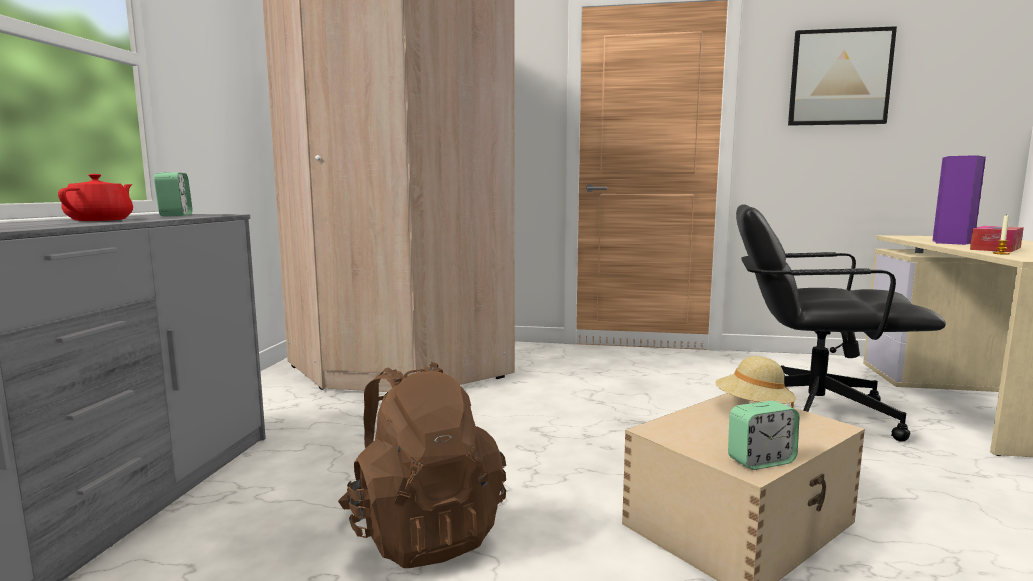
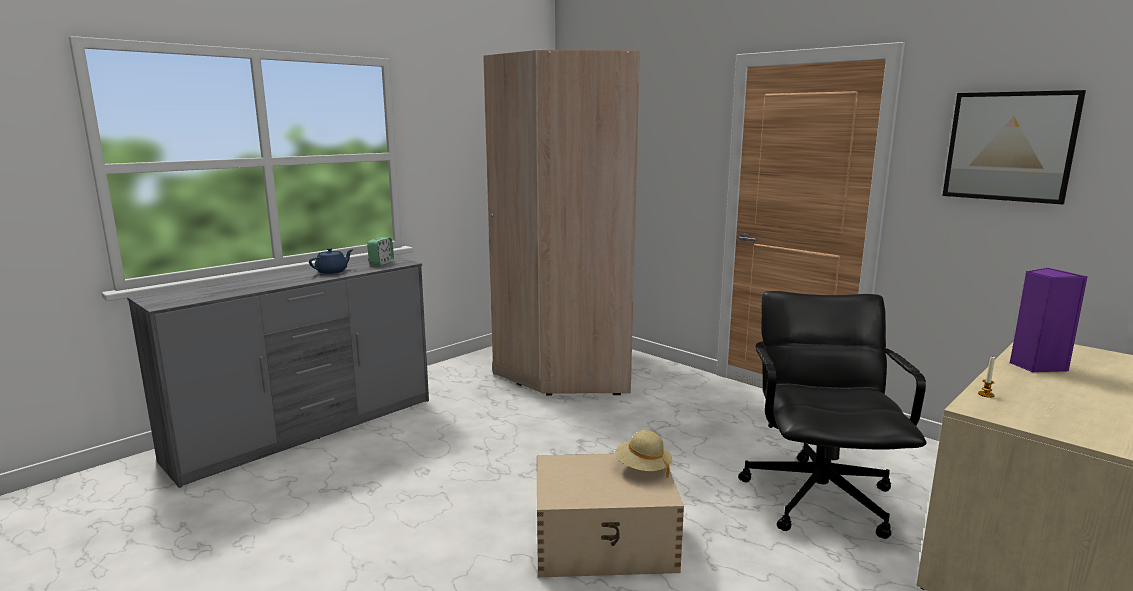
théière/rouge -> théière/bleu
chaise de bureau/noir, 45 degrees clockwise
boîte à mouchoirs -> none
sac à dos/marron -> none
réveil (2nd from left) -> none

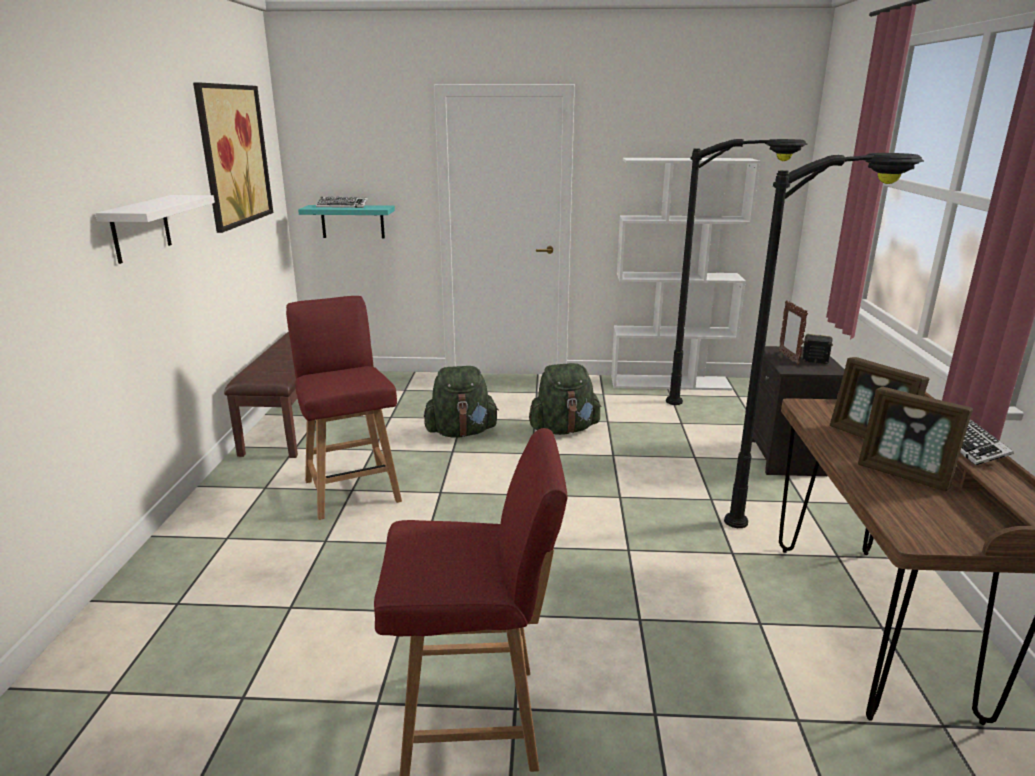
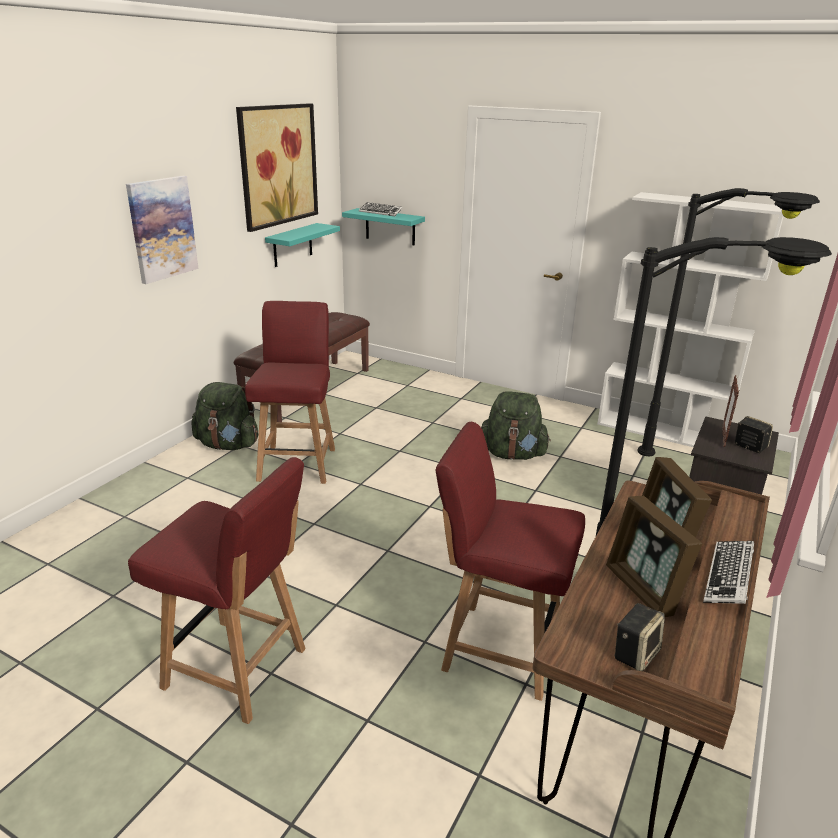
étagère/blanc -> tableau (1st from left)
sac à dos/vert (1st from left), move
none -> étagère/turquoise (1st from left)
none -> chaise/rouge (3rd from left)
none -> enceinte (1st from left)

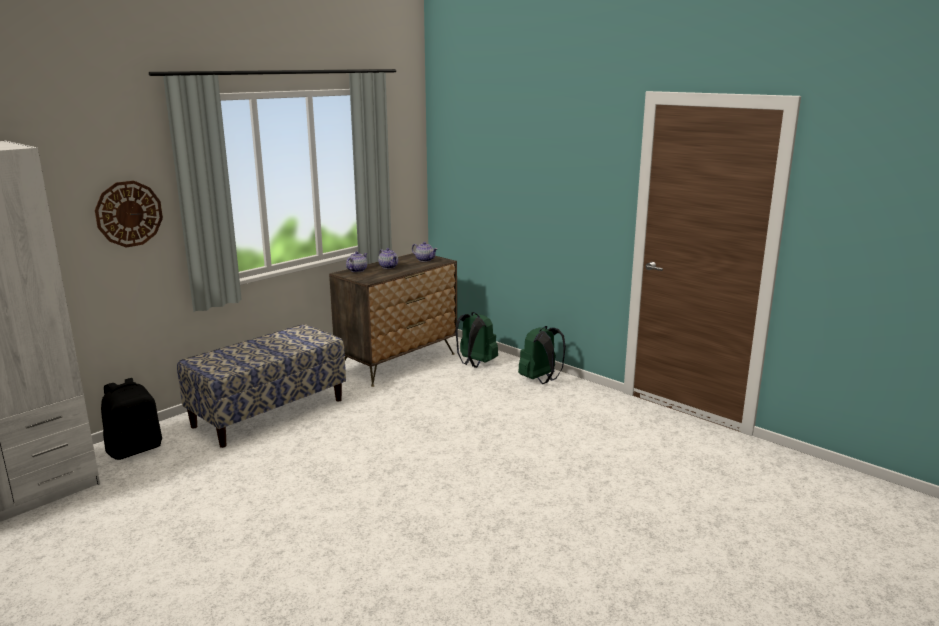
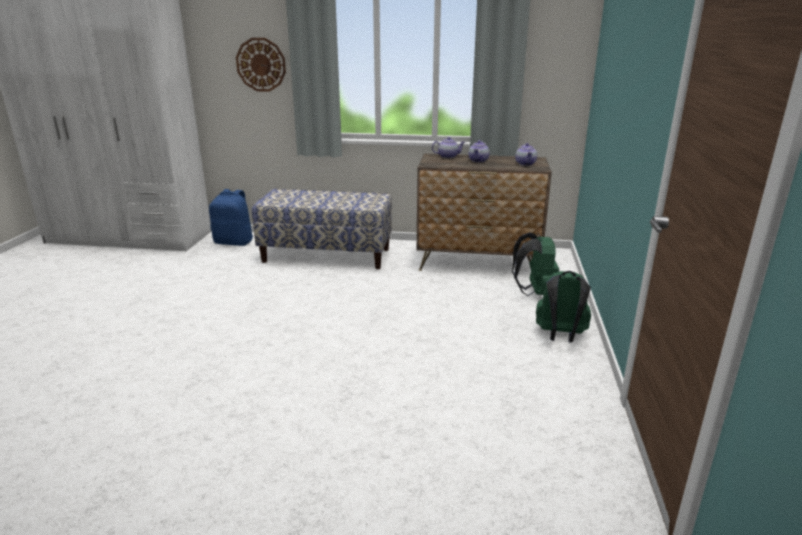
sac à dos/noir -> sac à dos/bleu

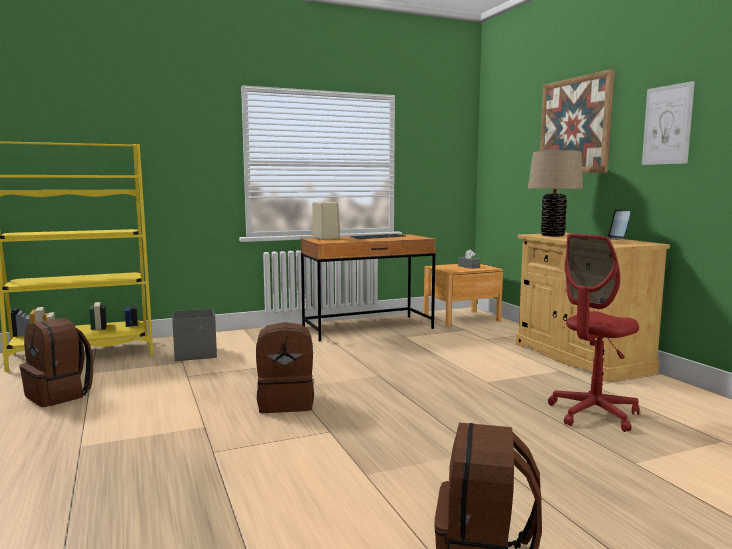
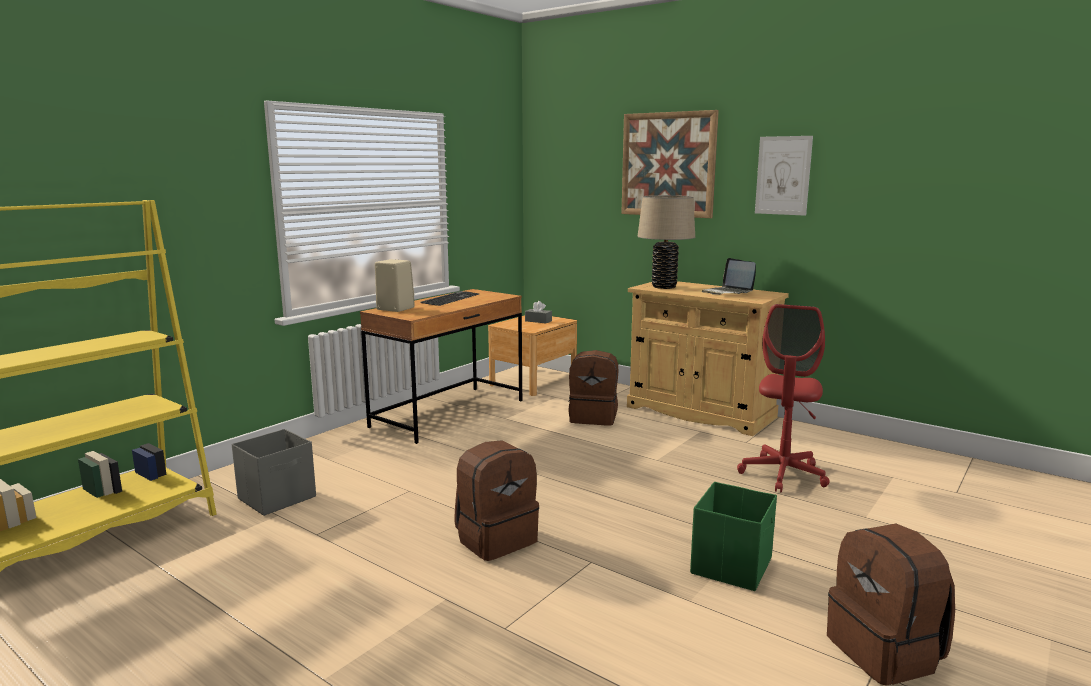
sac à dos/marron (1st from left in the first image) -> sac à dos/marron (2nd from left), move
none -> boîte de rangement/vert

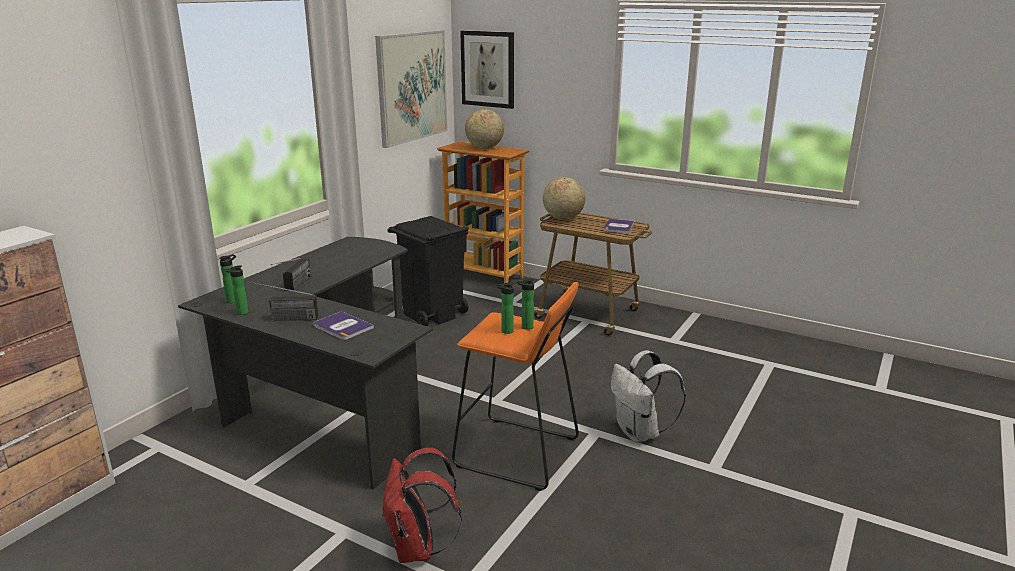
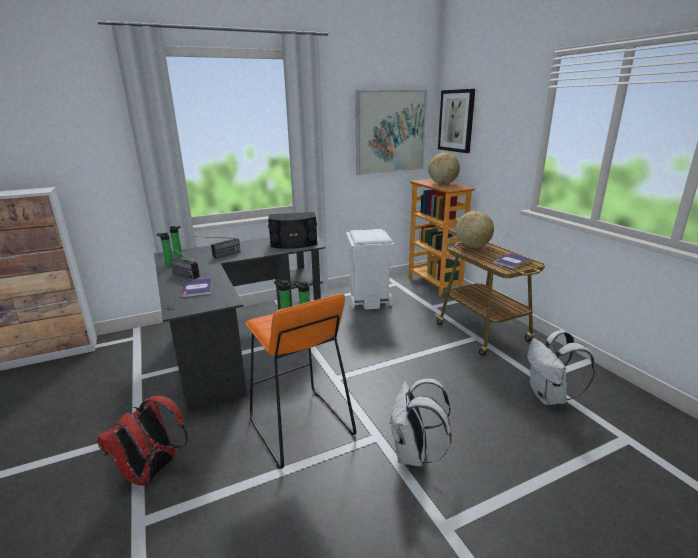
poubelle/noir -> poubelle/blanc
none -> enceinte/noir
none -> sac à dos/blanc (2nd from left)

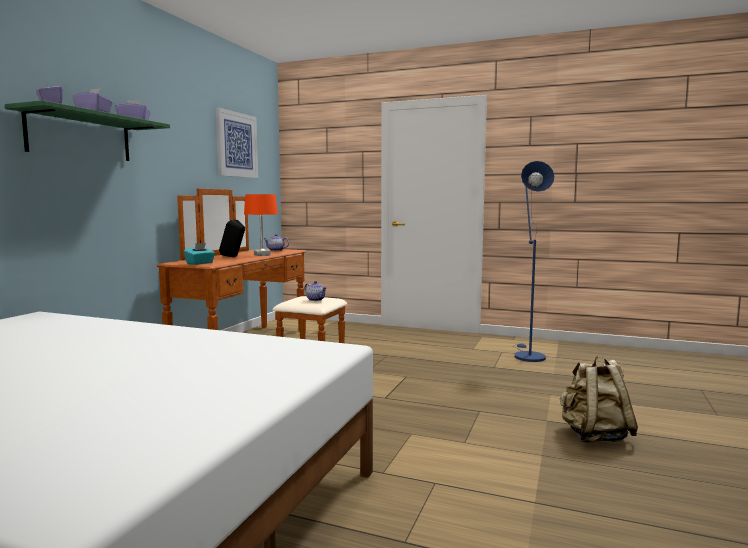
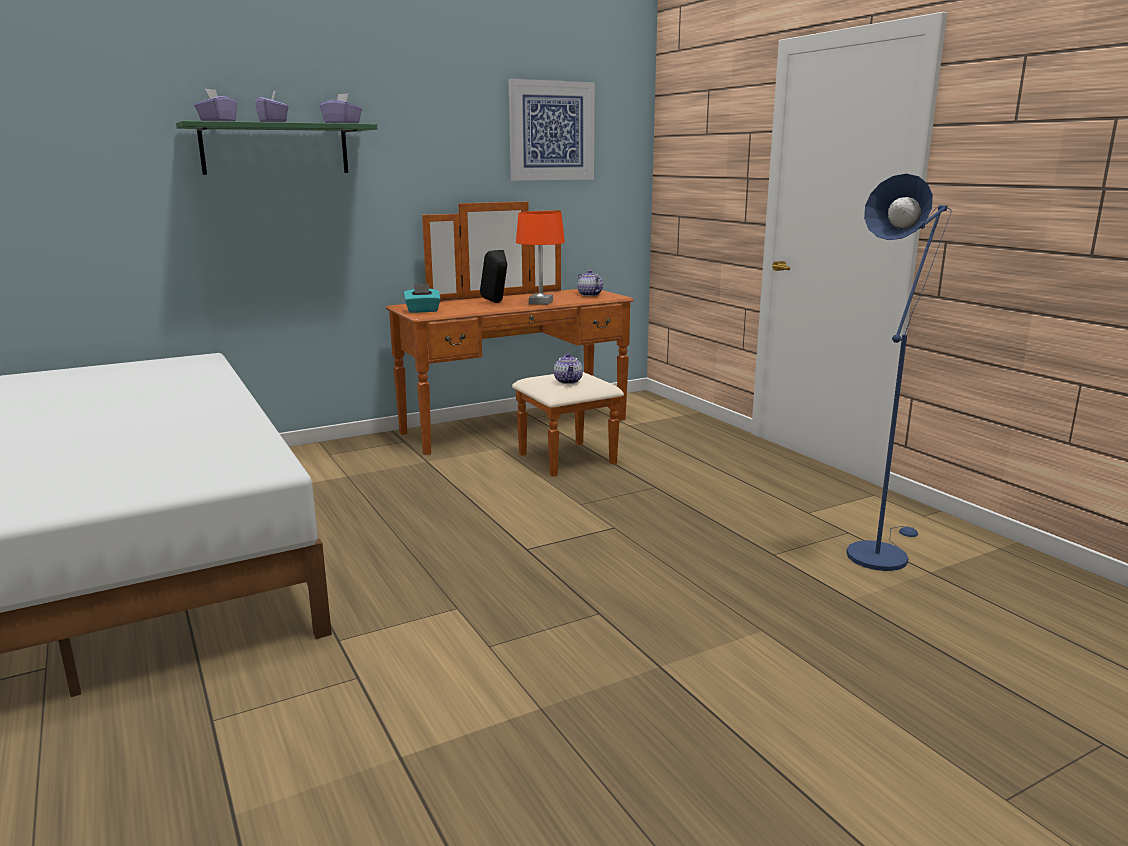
sac à dos/beige -> none

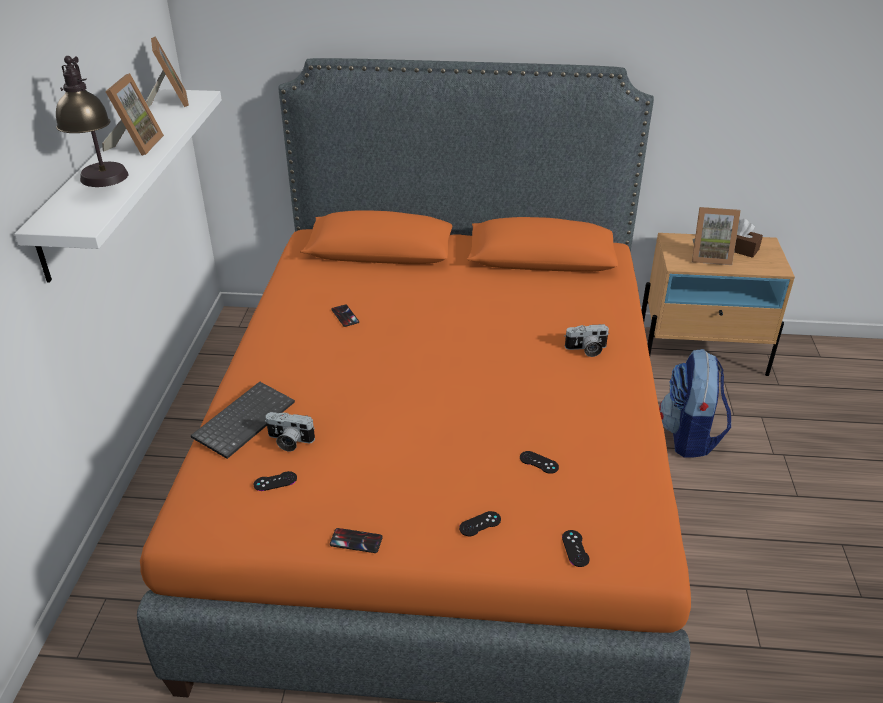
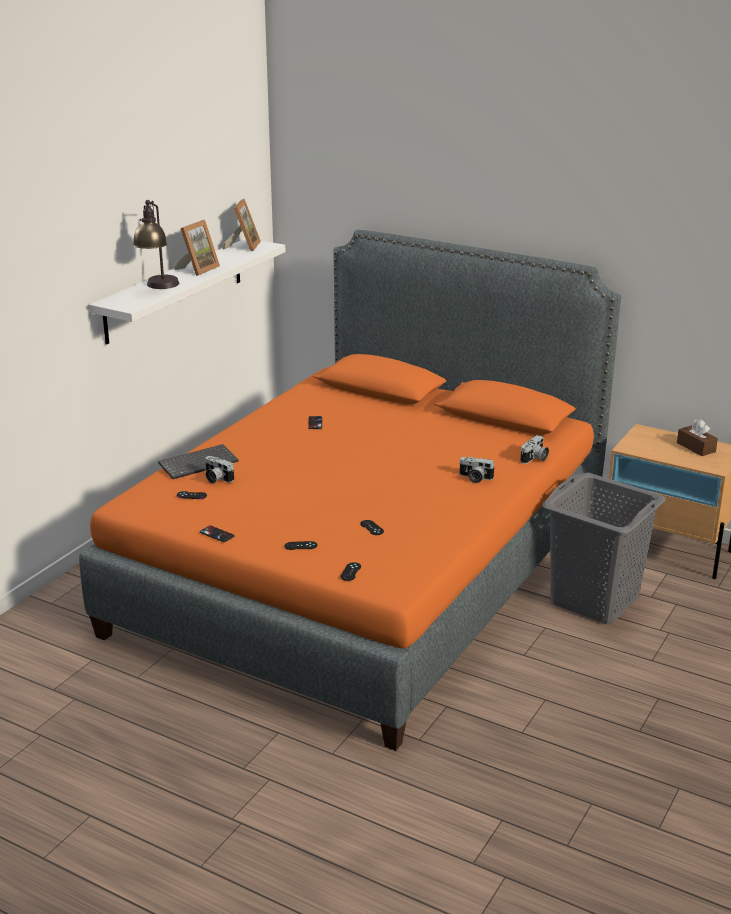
cadre photo (3rd from left) -> none
sac à dos -> panier à linge/gris
none -> appareil photo (3rd from left)

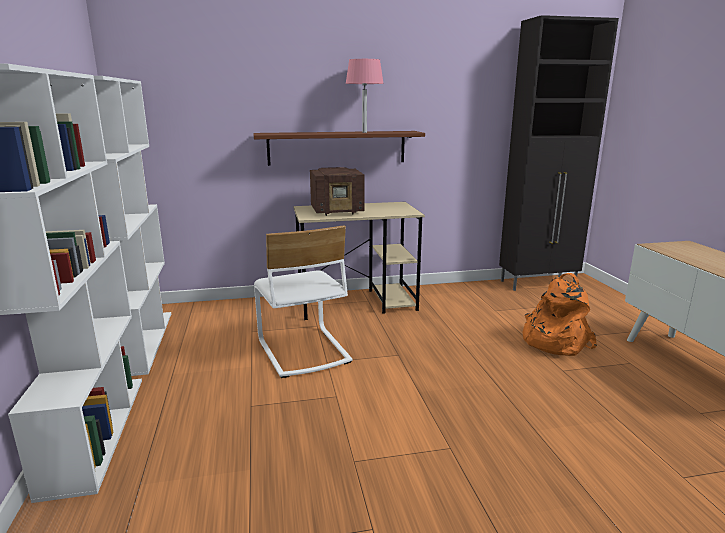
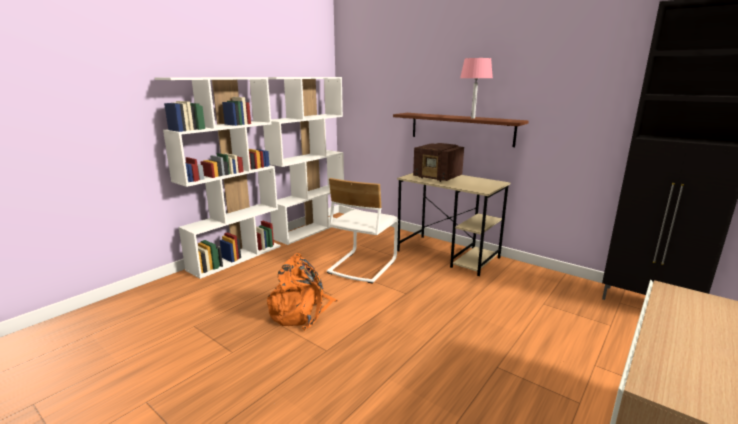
sac à dos/orange, move

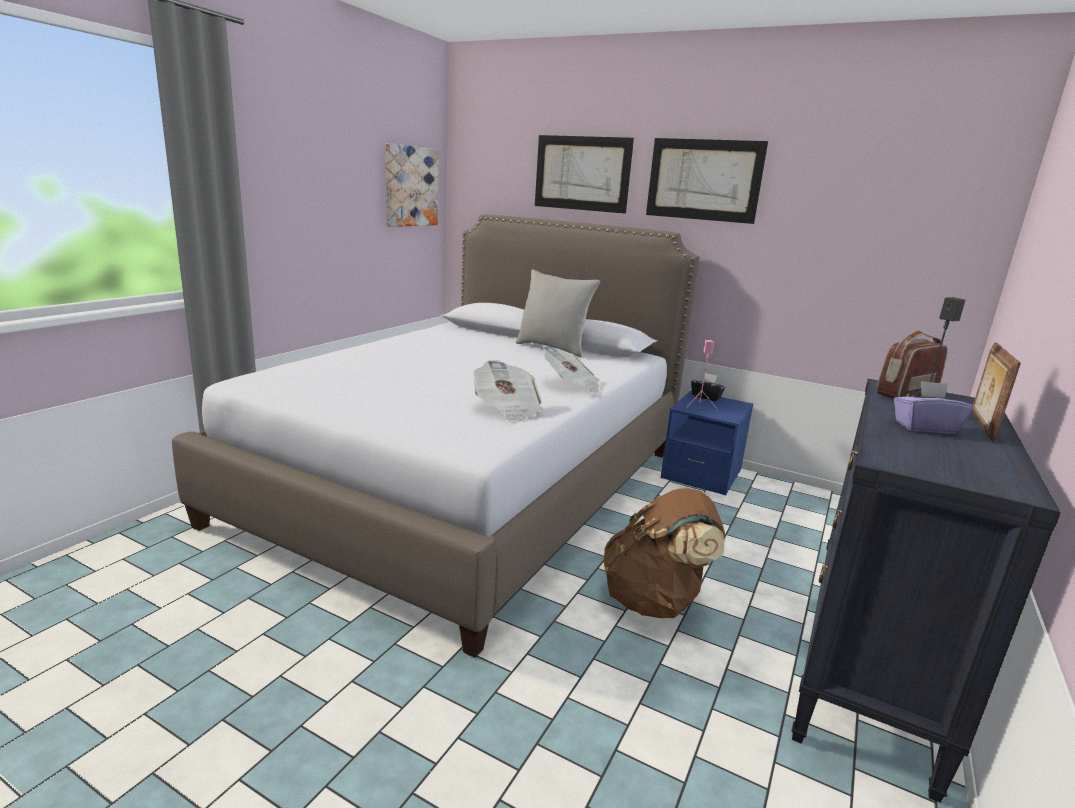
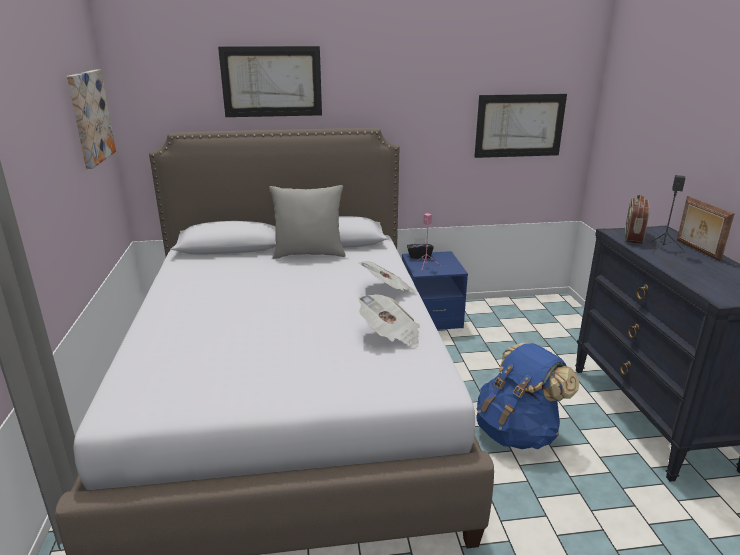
tableau (3rd from left), move
boîte à mouchoirs/violet -> none
sac à dos/marron -> sac à dos/bleu

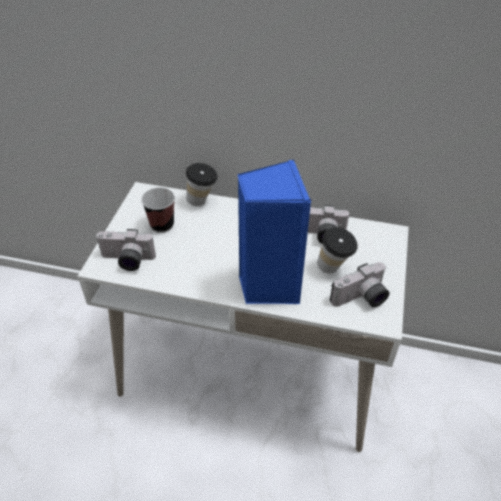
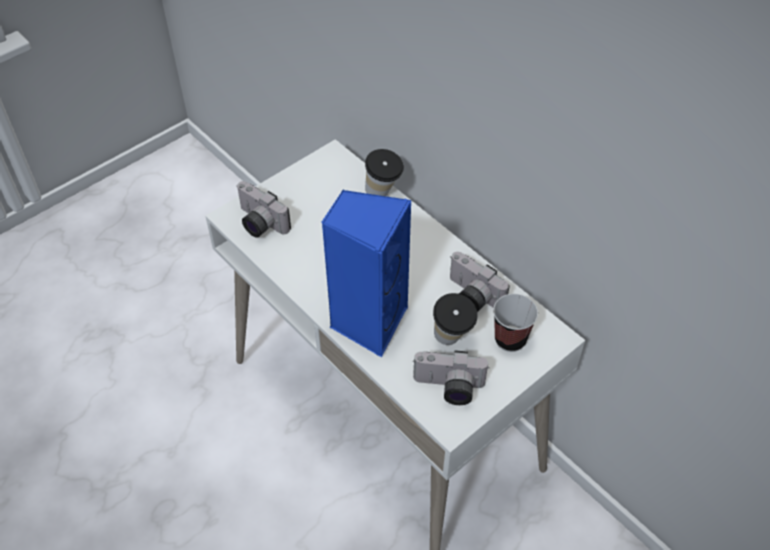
tasse (1st from left in the first image) -> tasse (3rd from left), move

